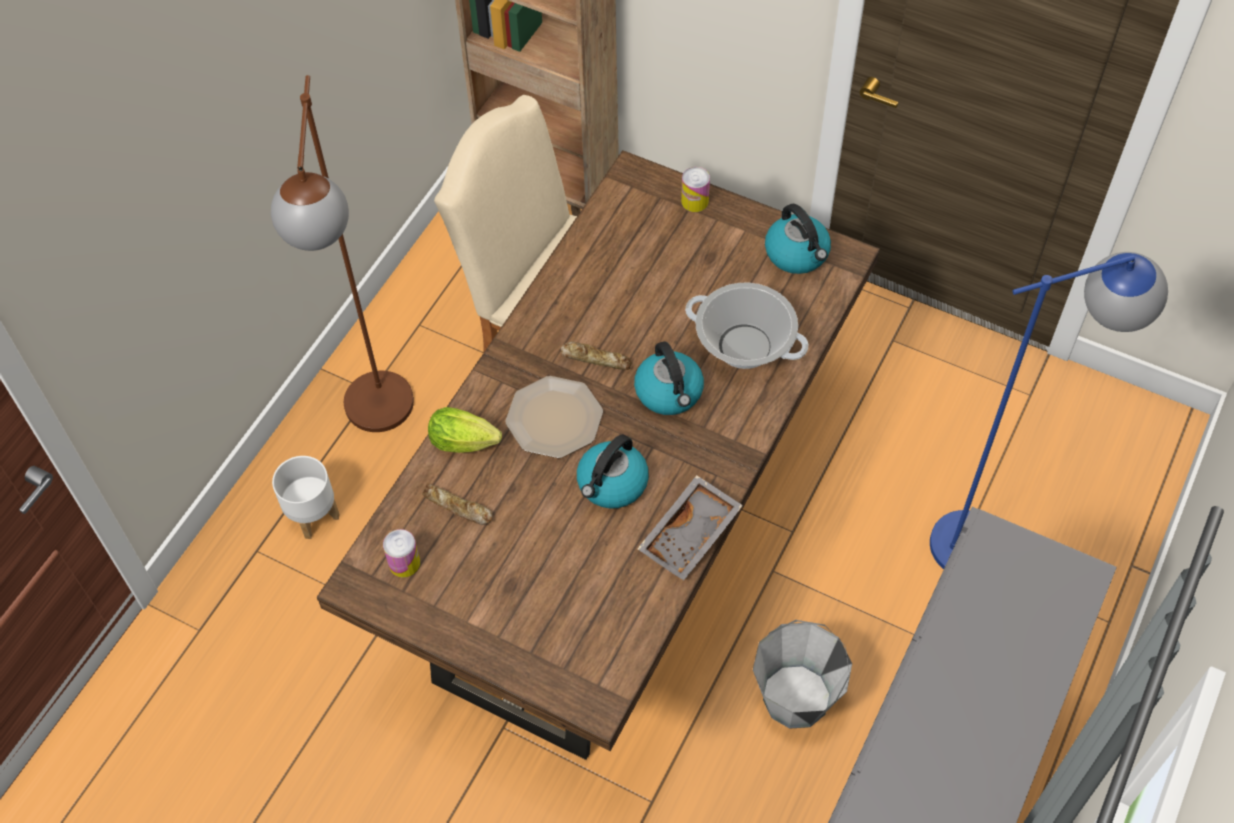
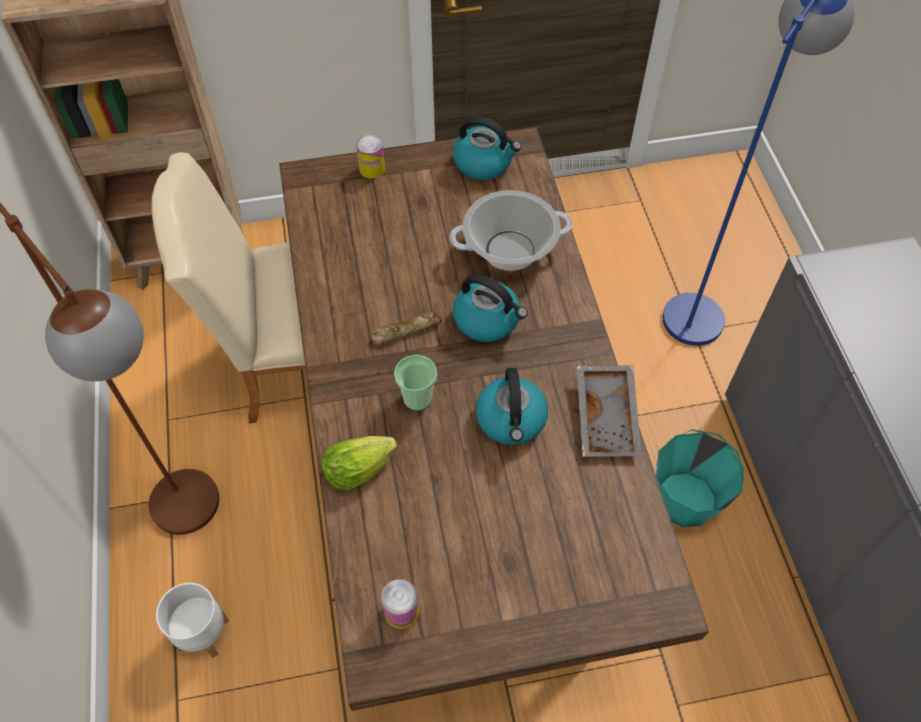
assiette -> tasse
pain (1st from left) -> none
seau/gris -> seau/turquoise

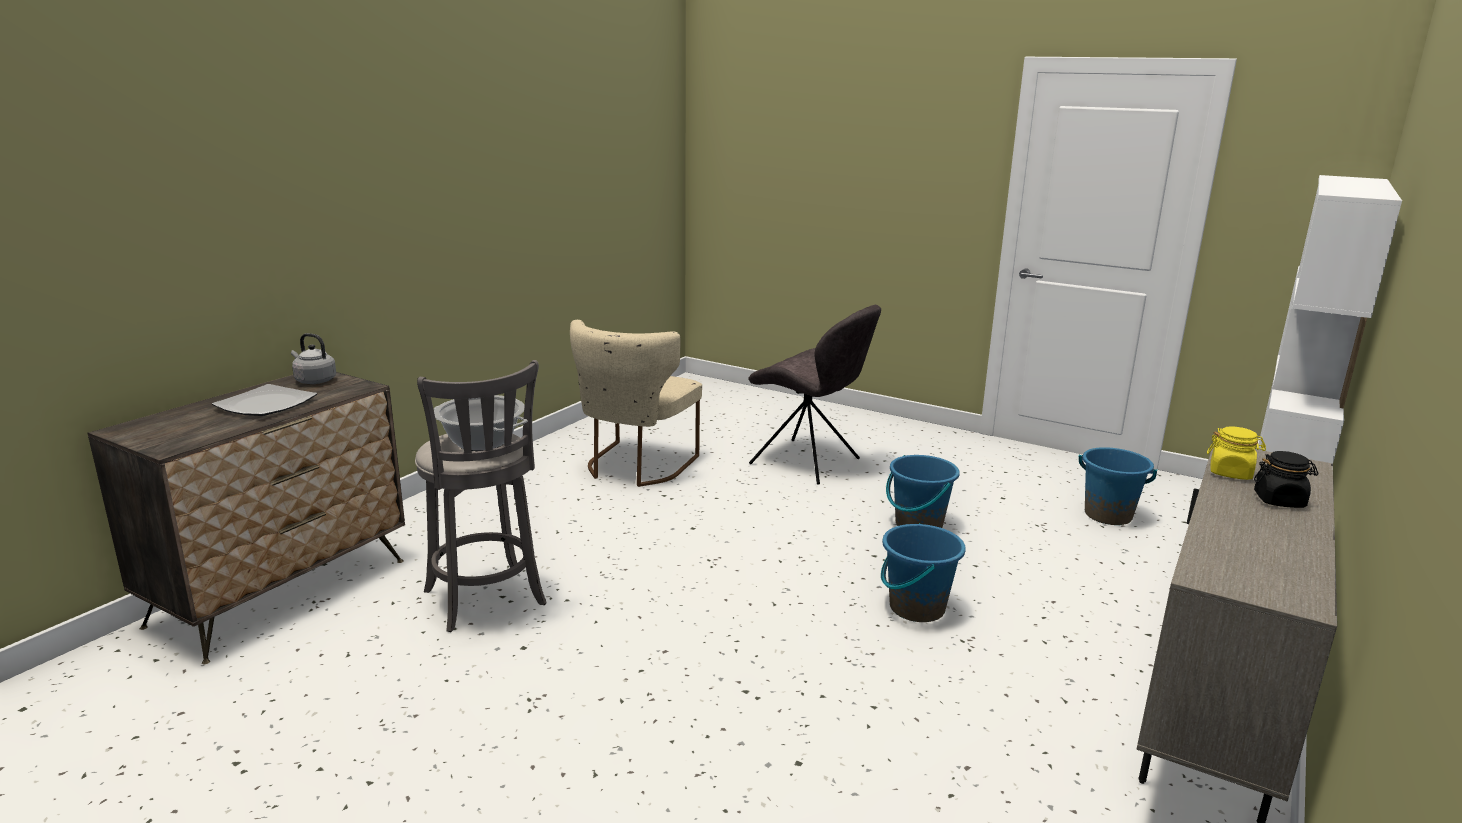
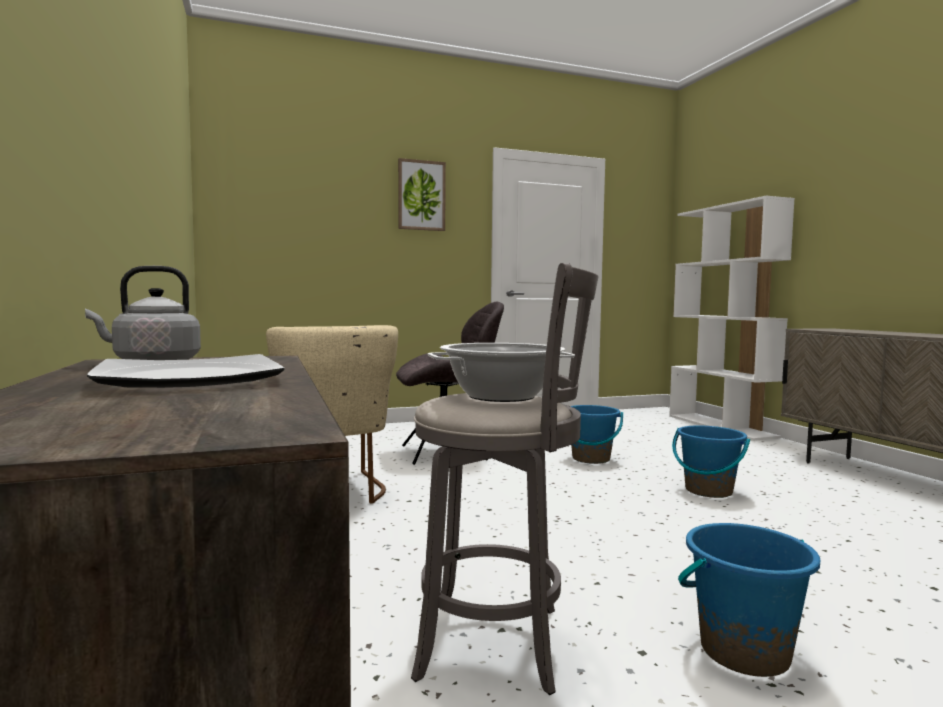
bocal/jaune -> none
seau/bleu (3rd from left), move
bocal/noir -> none
none -> tableau

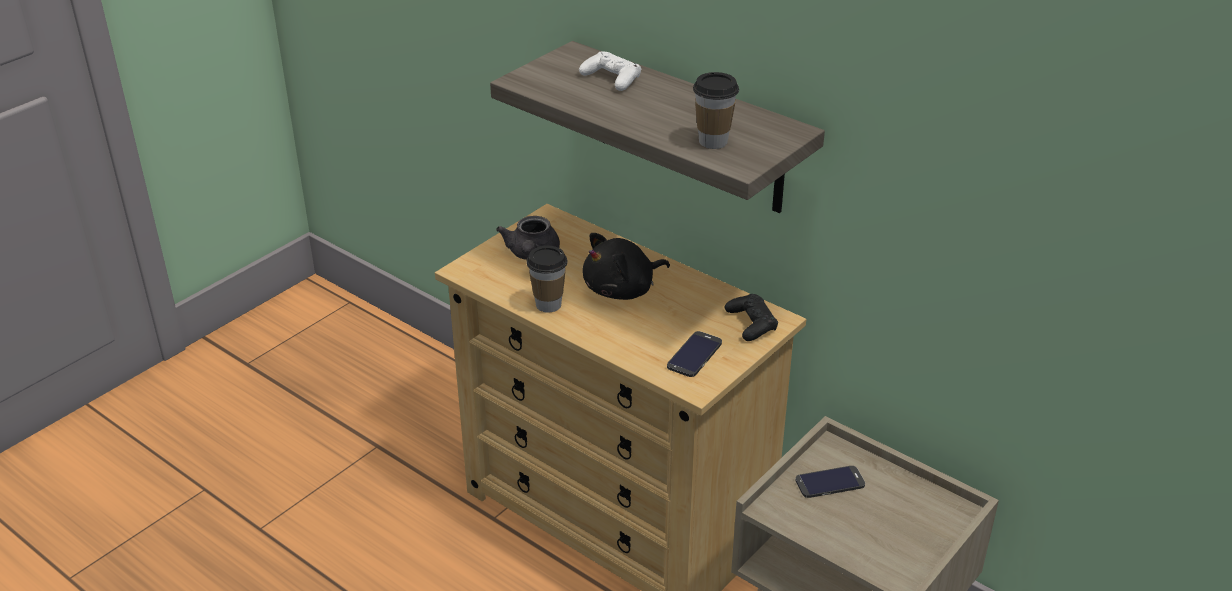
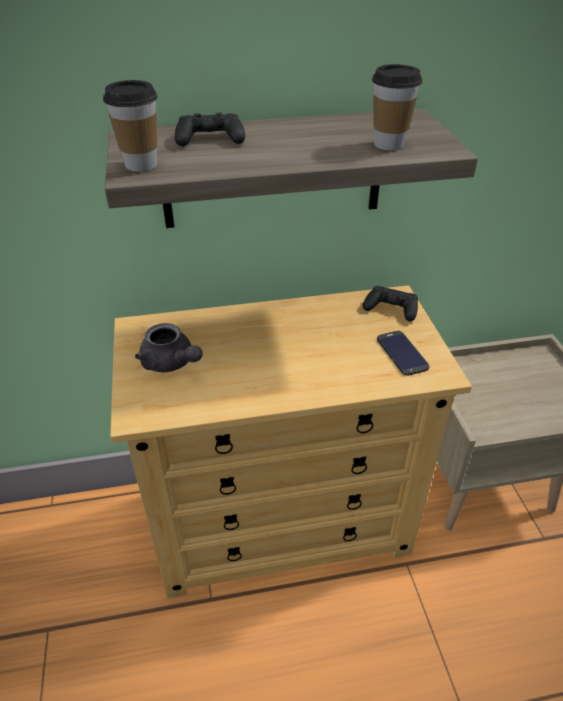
manette/blanc -> manette/noir (1st from left)
peluche/noir -> none
tasse (1st from left), move
téléphone (2nd from left) -> none

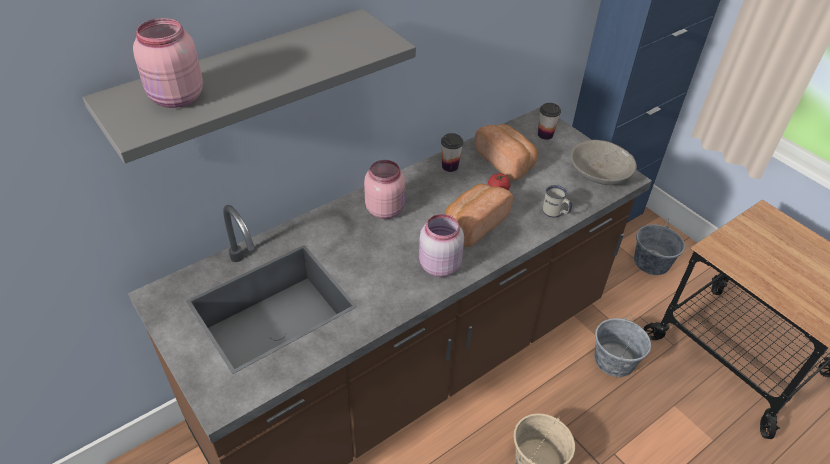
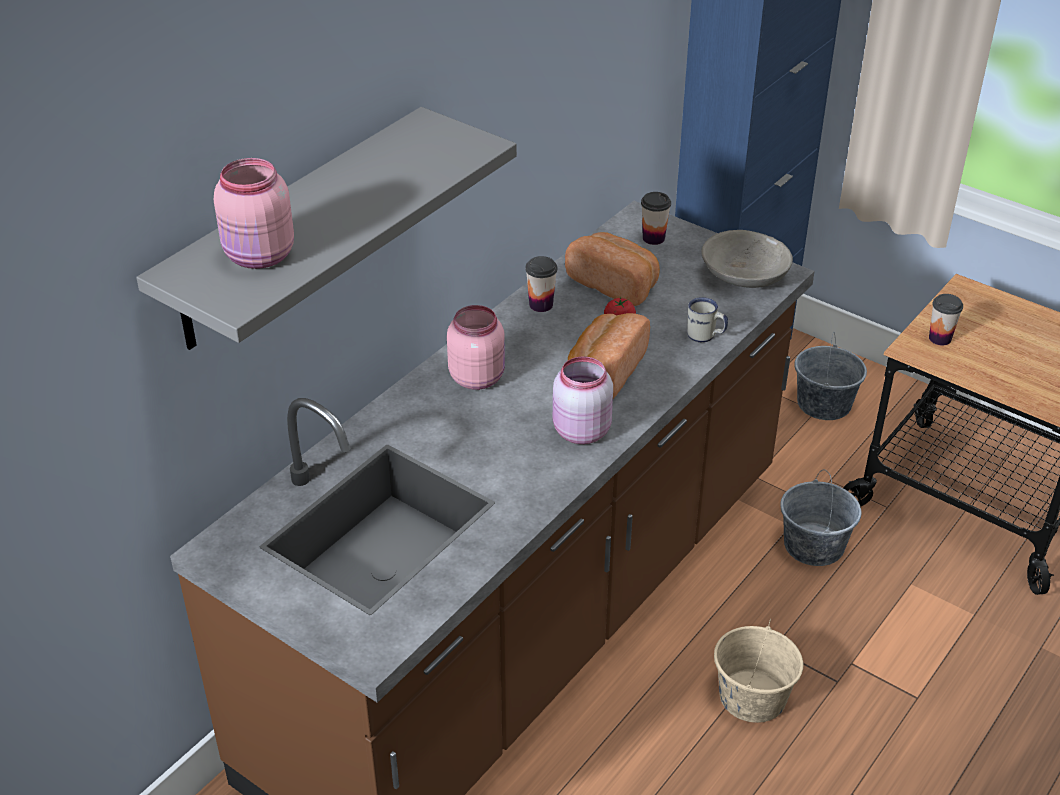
none -> tasse (3rd from left)

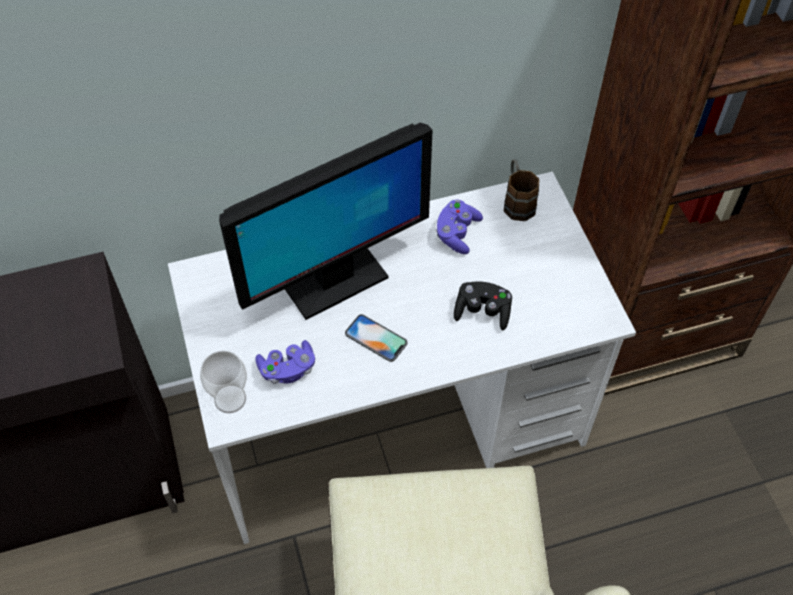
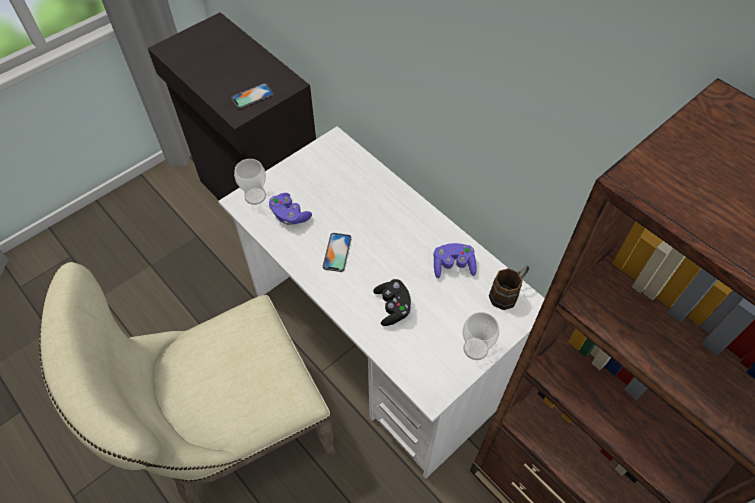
écran d'ordinateur -> none
none -> téléphone (1st from left)
none -> tasse (2nd from left)

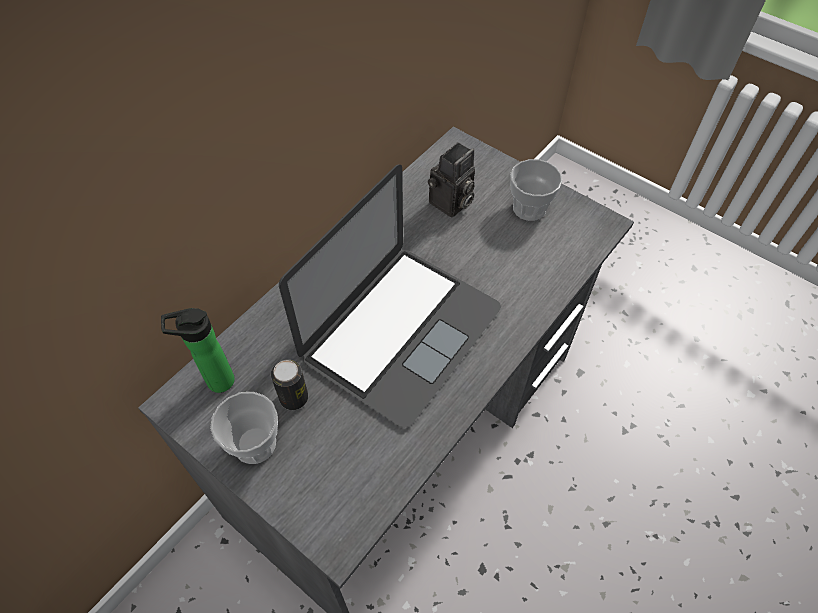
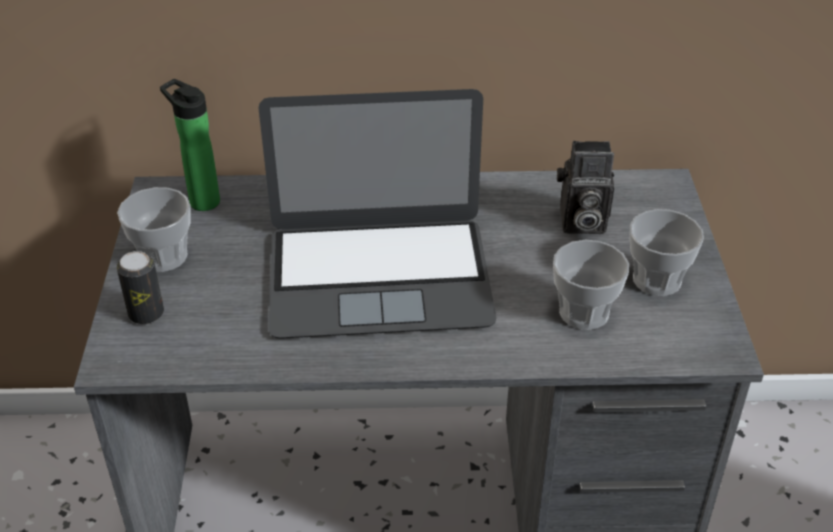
boîte métallique, move
none -> tasse (2nd from left)

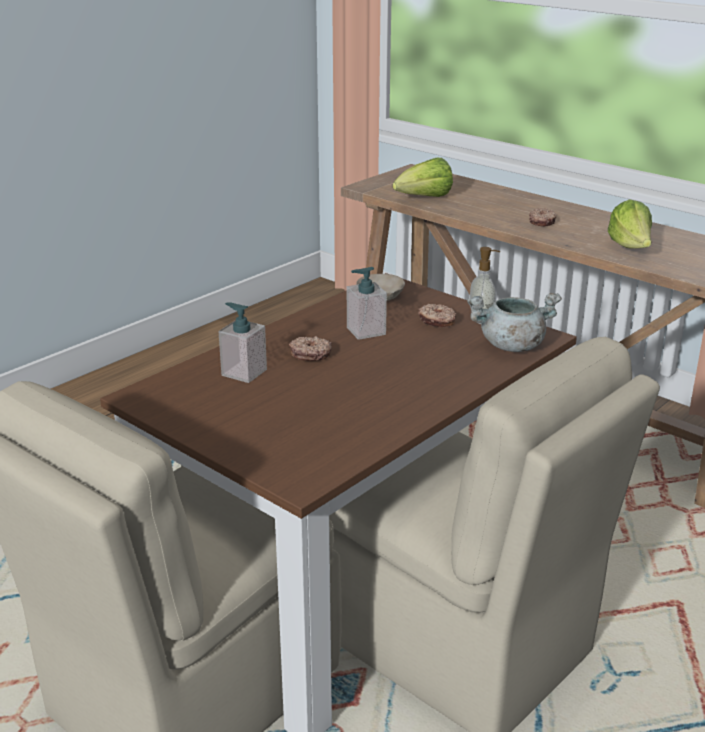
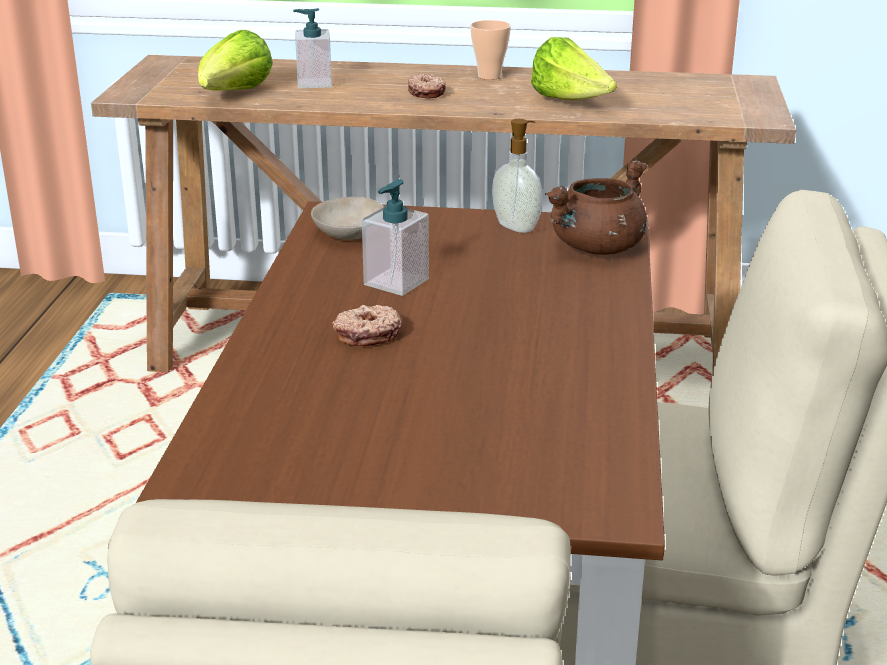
marmite/gris -> marmite/marron
distributeur de savon (1st from left), move
beignet (2nd from left) -> none
none -> tasse

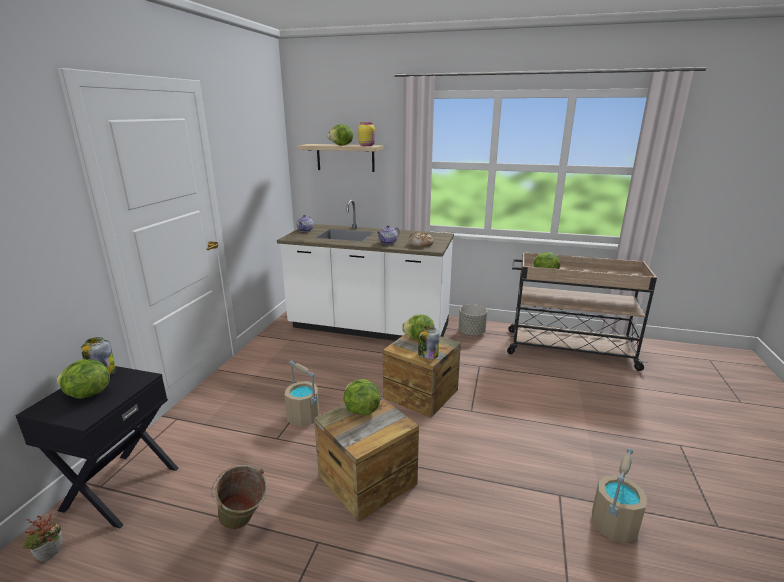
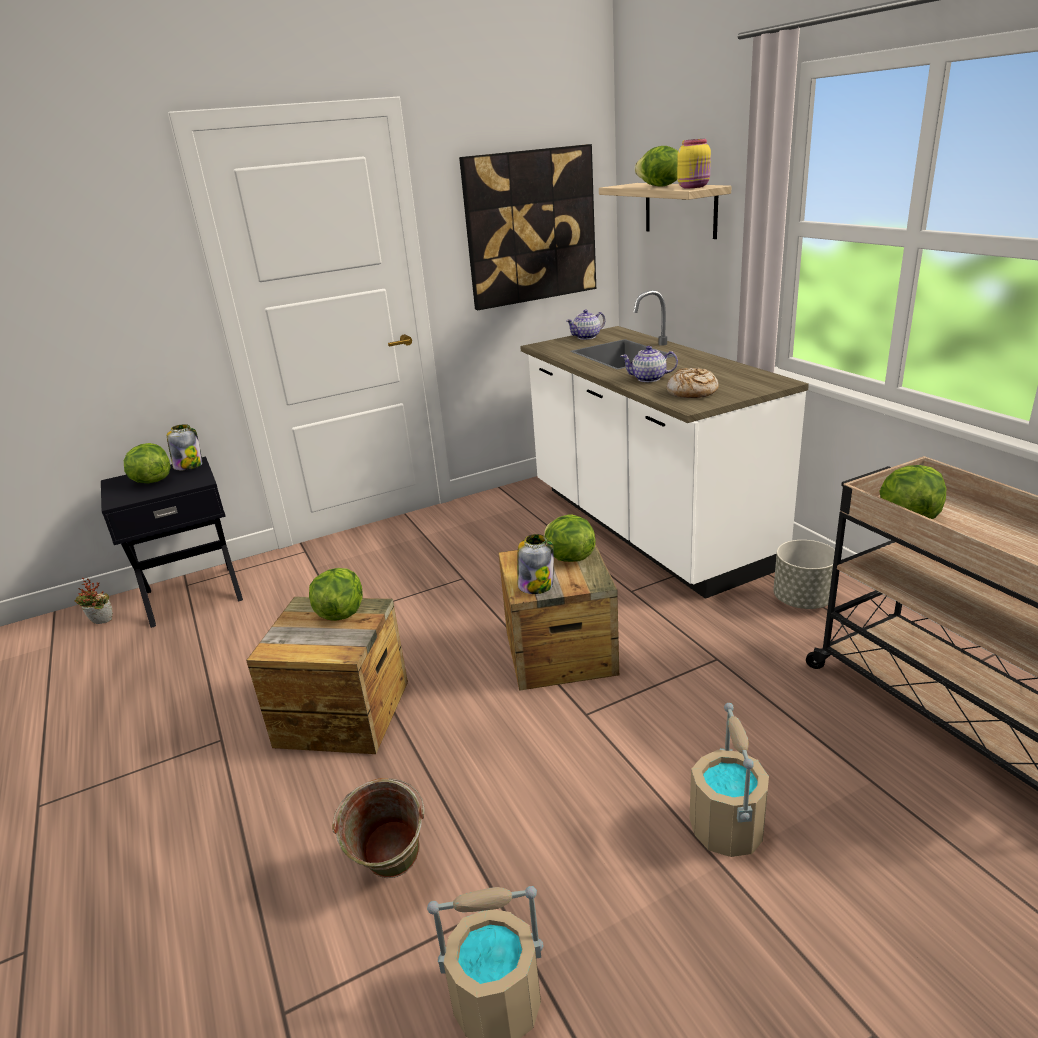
seau/beige (1st from left in the first image) -> seau/beige (2nd from left), move
seau/vert, move
none -> tableau

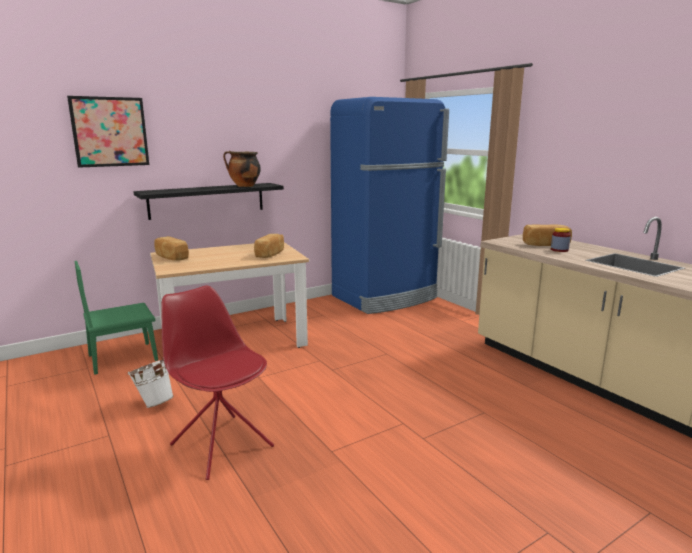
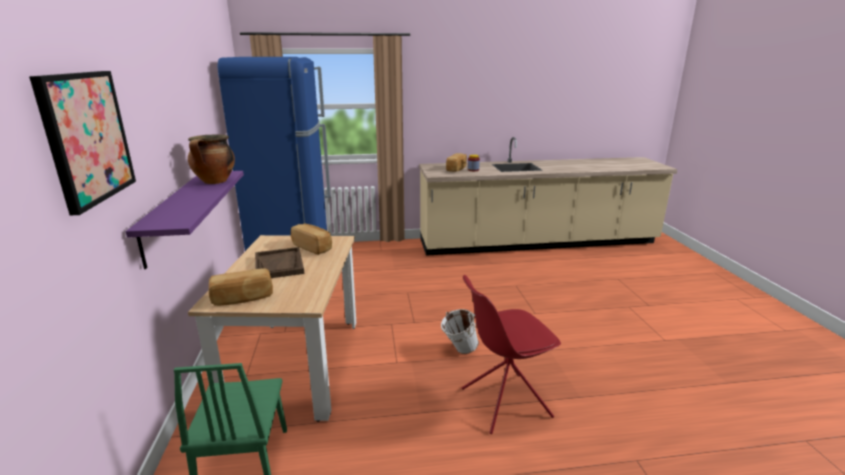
étagère/noir -> étagère/violet
seau/blanc, move
none -> plateau/marron

